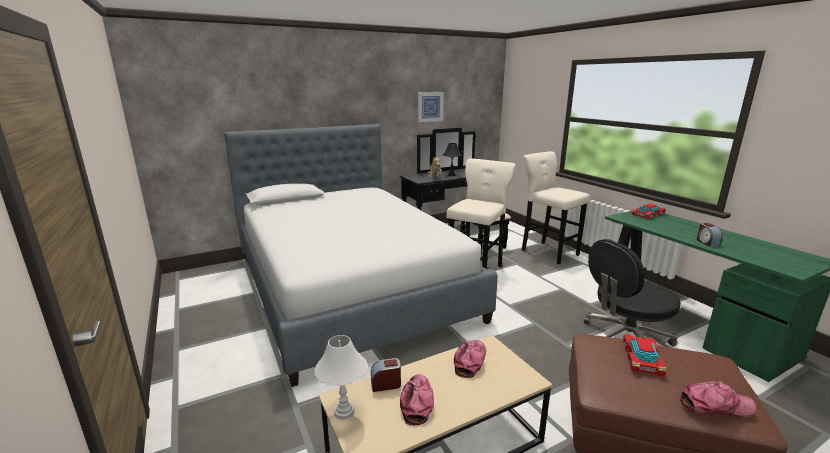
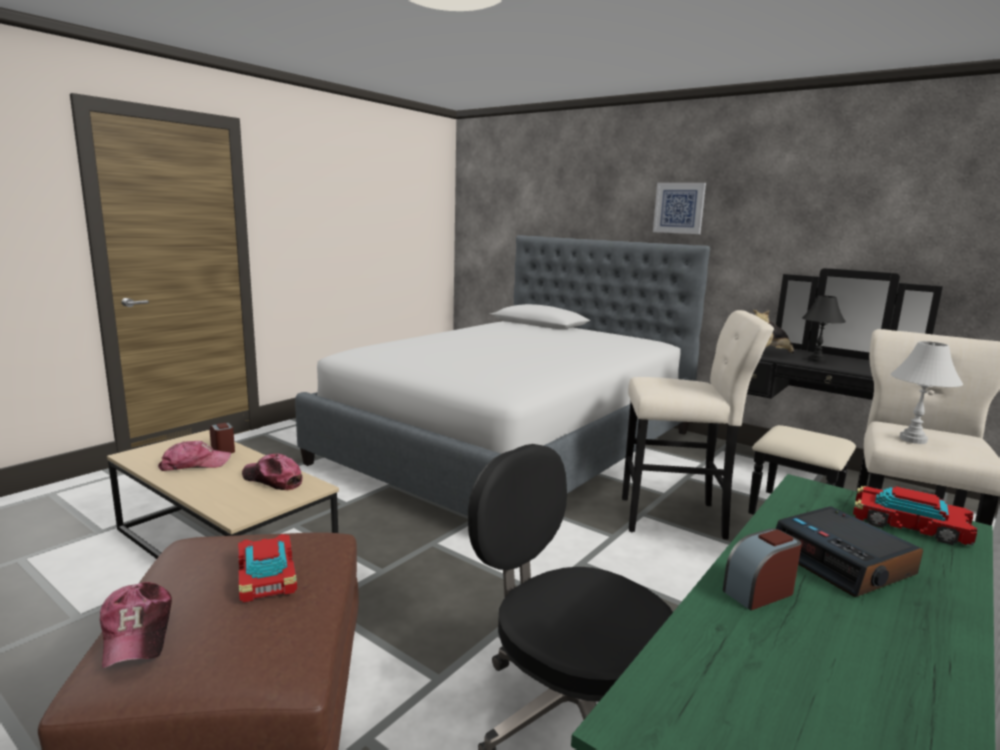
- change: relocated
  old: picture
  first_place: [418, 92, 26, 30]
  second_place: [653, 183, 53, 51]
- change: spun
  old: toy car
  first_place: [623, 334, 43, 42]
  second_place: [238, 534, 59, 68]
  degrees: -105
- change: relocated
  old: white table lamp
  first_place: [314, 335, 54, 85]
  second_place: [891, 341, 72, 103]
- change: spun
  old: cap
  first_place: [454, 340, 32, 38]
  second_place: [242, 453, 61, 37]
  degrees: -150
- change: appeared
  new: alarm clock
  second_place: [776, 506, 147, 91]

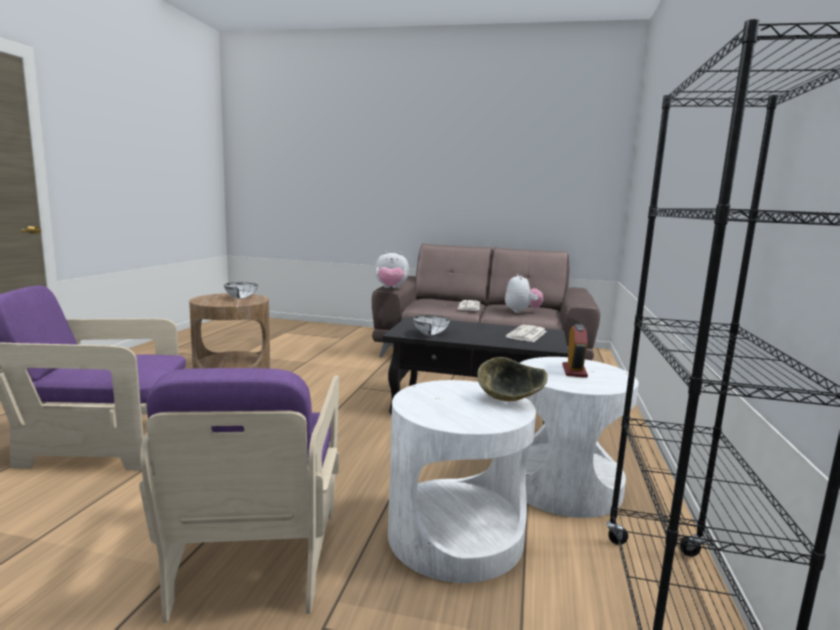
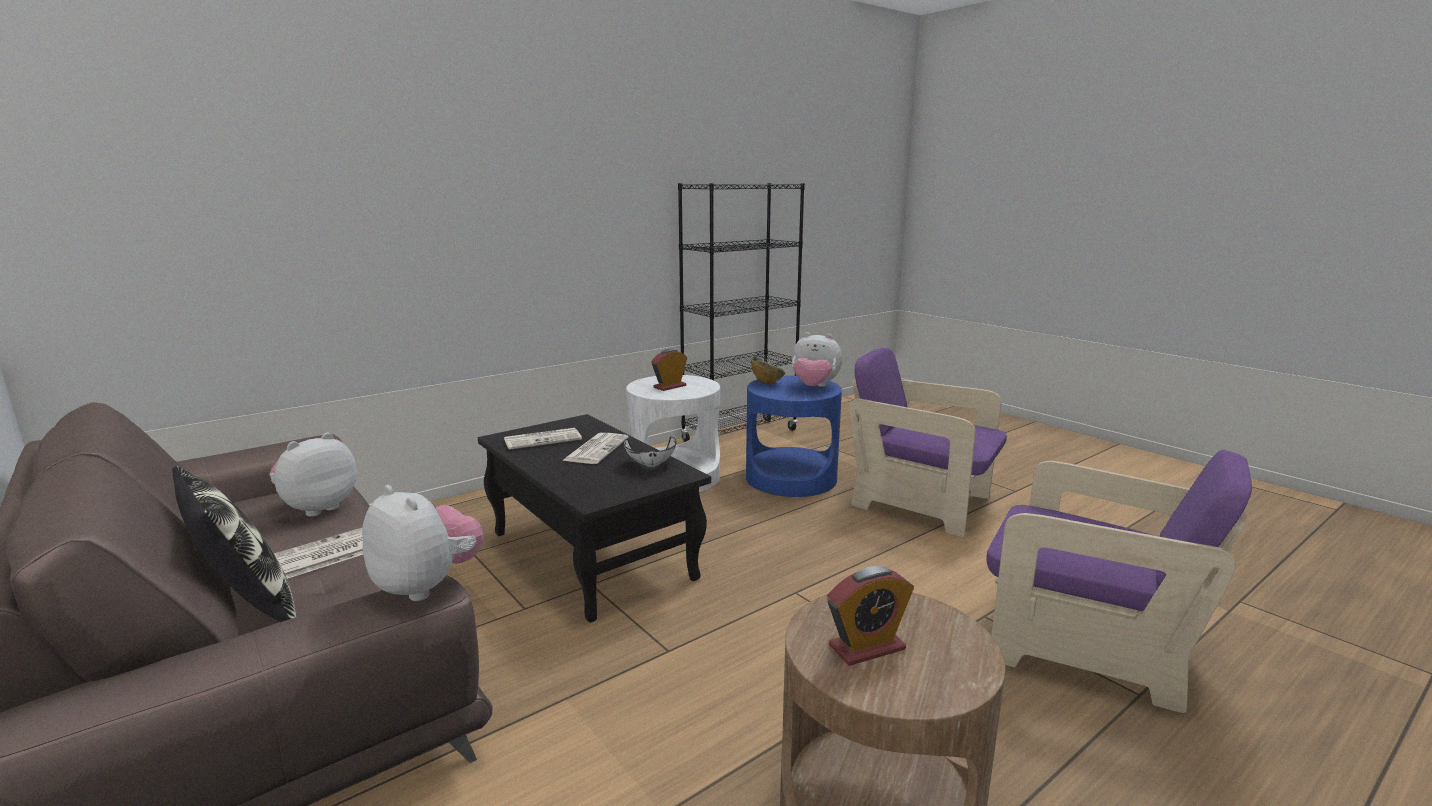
- change: exchanged
  old: white bowl
  new: alarm clock
  first_place: [224, 283, 34, 16]
  second_place: [827, 566, 87, 100]
- change: spun
  old: purple armchair
  first_place: [139, 368, 200, 255]
  second_place: [849, 348, 158, 189]
  degrees: -90
- change: colour
  old: white side table
  new: blue side table
  first_place: [388, 380, 148, 203]
  second_place: [746, 376, 96, 121]
- change: appeared
  new: plush toy
  second_place: [792, 332, 50, 55]
- change: appeared
  new: newspaper
  second_place: [562, 433, 67, 31]
- change: appeared
  new: pillow
  second_place: [172, 466, 124, 156]

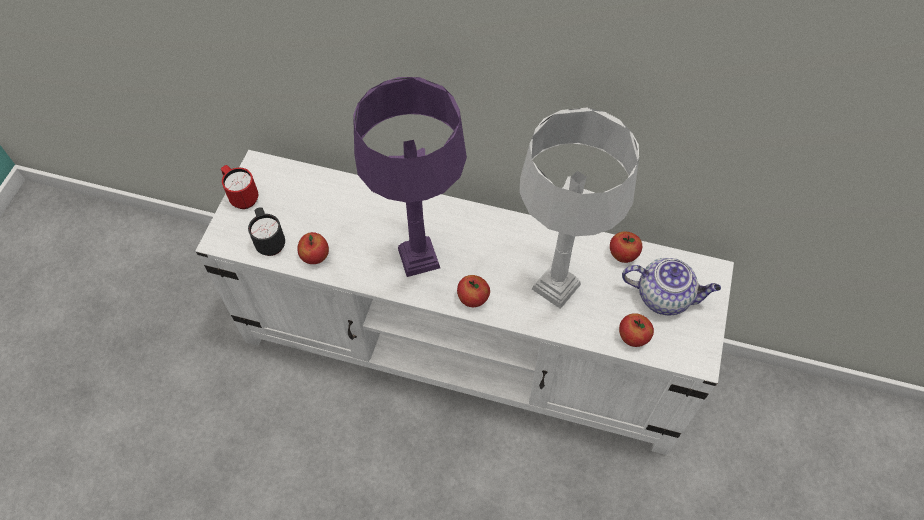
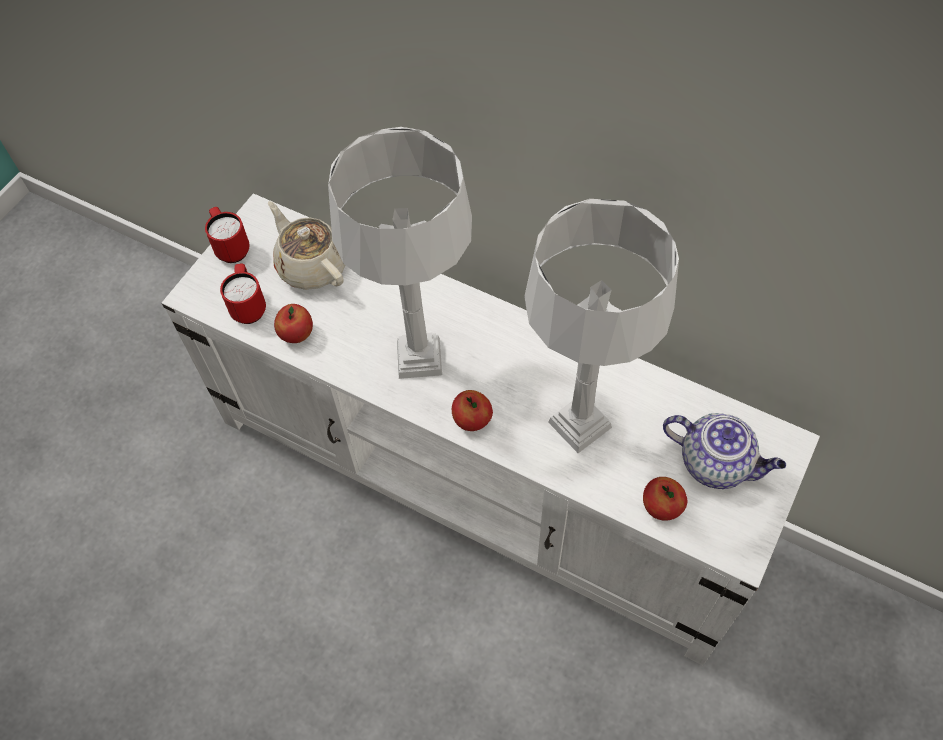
- change: colour
  old: purple table lamp
  new: grey table lamp
  first_place: [353, 77, 114, 200]
  second_place: [328, 127, 144, 252]
- change: colour
  old: black mug
  new: red mug
  first_place: [248, 207, 37, 49]
  second_place: [220, 264, 46, 60]
- change: missing
  old: apple
  first_place: [610, 231, 32, 32]
- change: appeared
  new: beige teapot
  second_place: [268, 201, 77, 89]

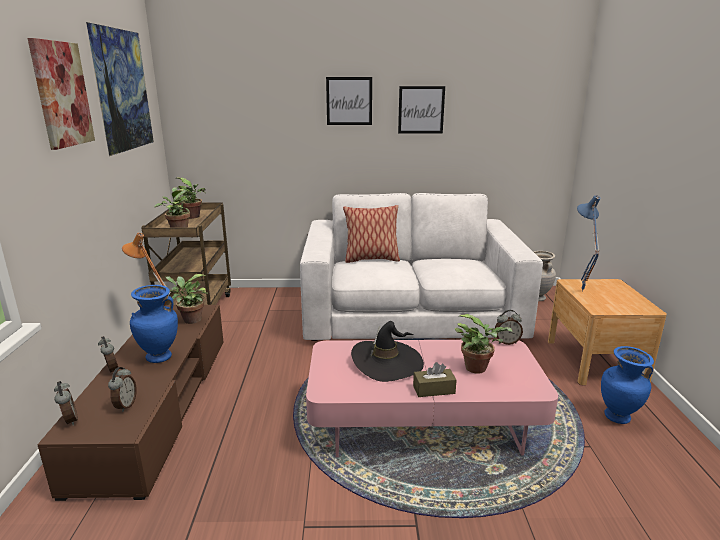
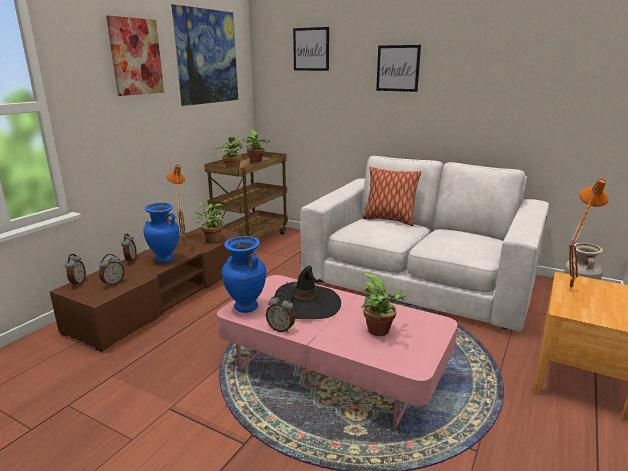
- change: relocated
  old: picture
  first_place: [398, 86, 47, 47]
  second_place: [293, 27, 36, 44]
- change: colour
  old: blue table lamp
  new: orange table lamp
  first_place: [577, 195, 23, 97]
  second_place: [568, 178, 41, 112]
- change: relocated
  old: alarm clock
  first_place: [495, 310, 28, 35]
  second_place: [266, 294, 29, 38]
- change: relocated
  old: blue vase
  first_place: [601, 346, 53, 78]
  second_place: [222, 236, 44, 77]
- change: missing
  old: brown tissue box
  first_place: [413, 362, 44, 35]

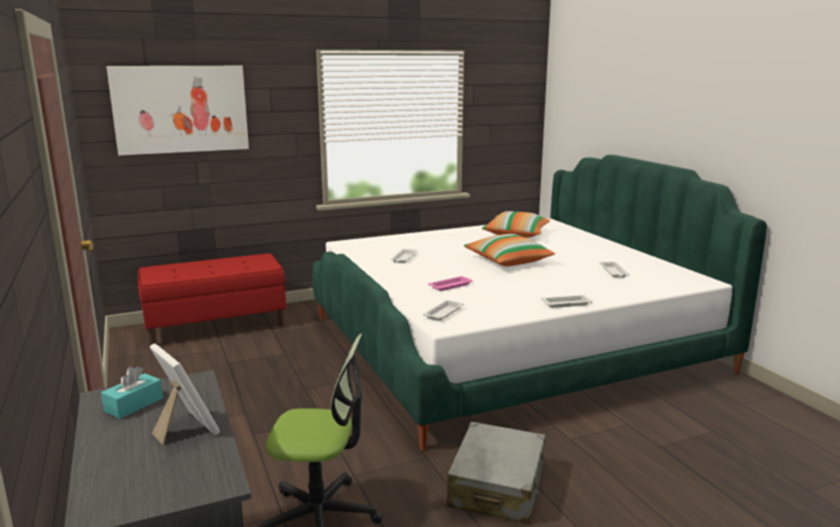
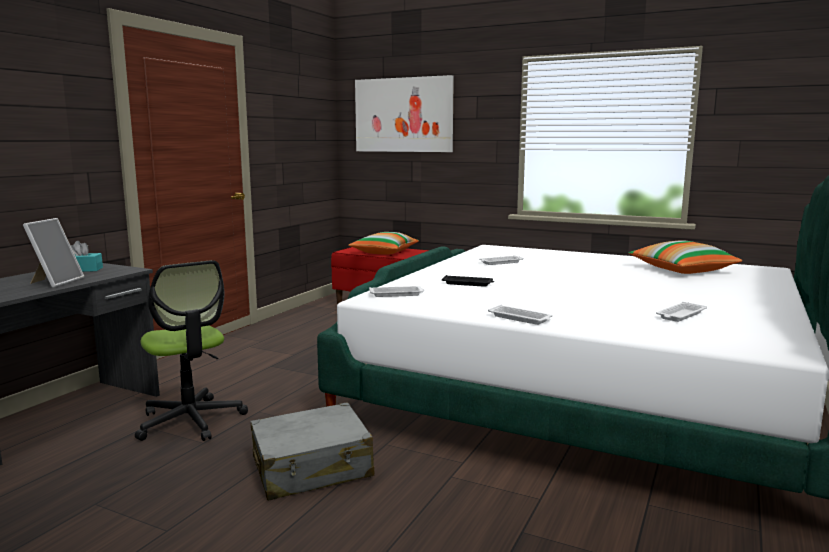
- change: relocated
  old: pillow
  first_place: [464, 234, 91, 32]
  second_place: [348, 232, 71, 23]
- change: colour
  old: pink tray
  new: black tray
  first_place: [428, 276, 45, 15]
  second_place: [442, 275, 52, 12]

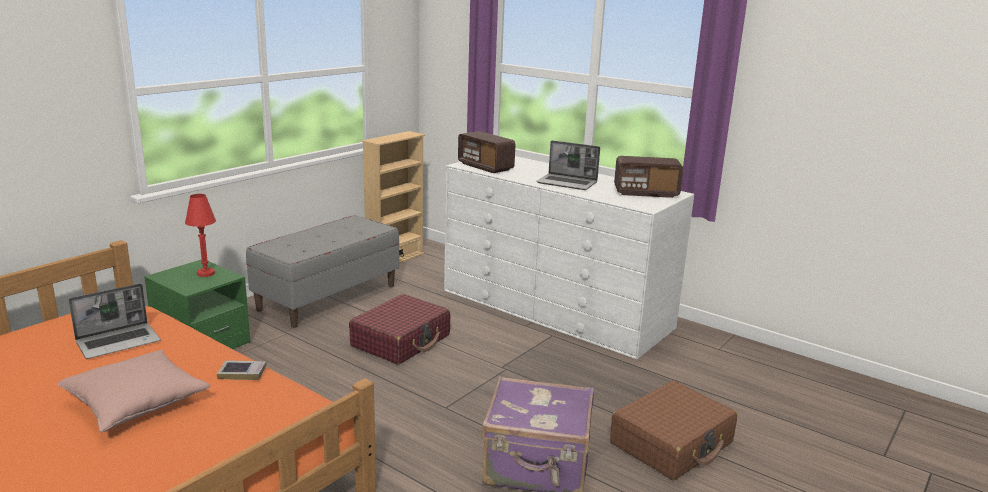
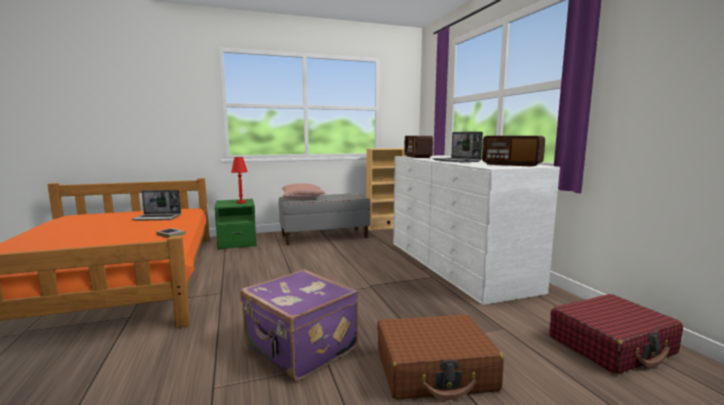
- change: relocated
  old: red suitcase
  first_place: [349, 294, 101, 71]
  second_place: [549, 294, 134, 80]
- change: relocated
  old: pink pillow
  first_place: [57, 350, 153, 82]
  second_place: [282, 183, 43, 16]

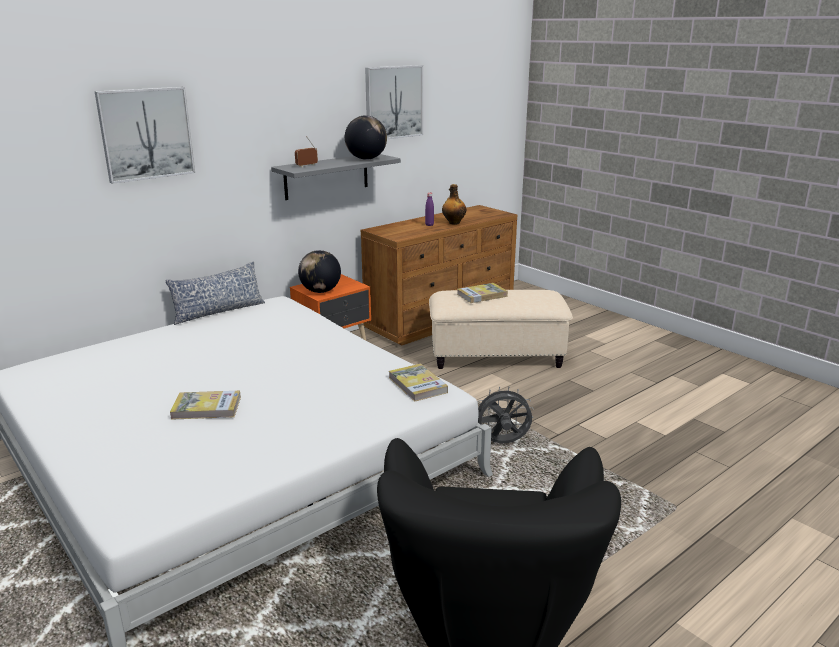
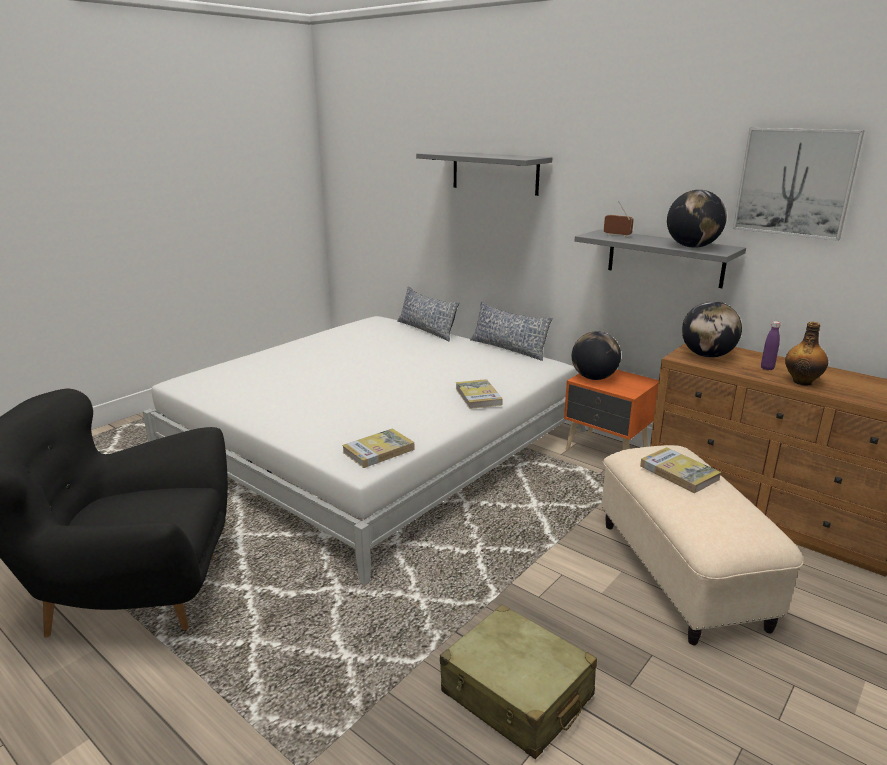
- change: exchanged
  old: picture
  new: grey shelf
  first_place: [94, 87, 101, 97]
  second_place: [416, 151, 136, 45]
- change: missing
  old: grey fan
  first_place: [477, 386, 57, 57]
- change: relocated
  old: book
  first_place: [170, 391, 71, 29]
  second_place: [456, 379, 47, 30]
- change: appeared
  new: pillow
  second_place: [397, 287, 62, 54]
- change: appeared
  new: globe
  second_place: [682, 301, 60, 57]
- change: appeared
  new: beige suitcase
  second_place: [440, 604, 157, 155]

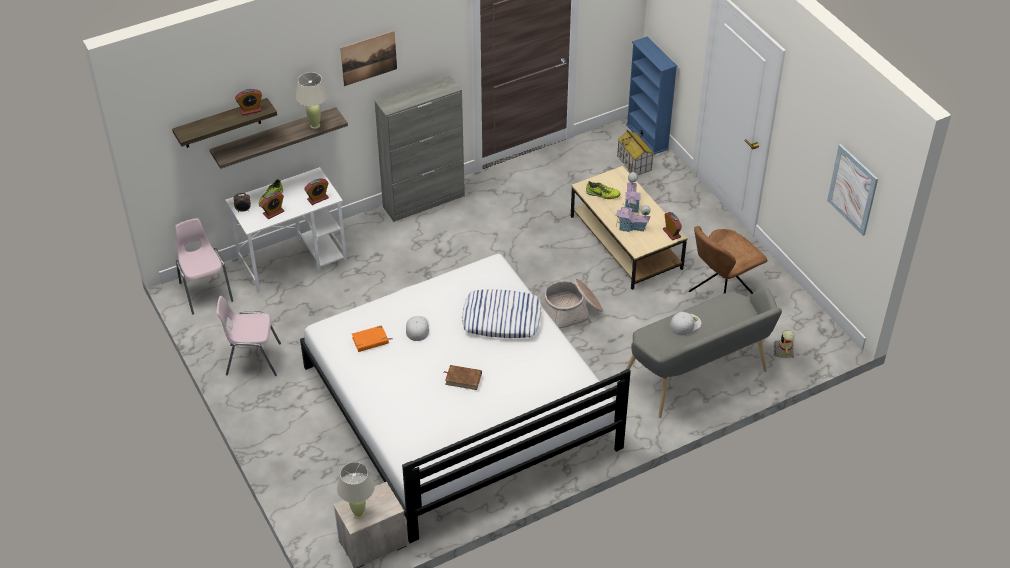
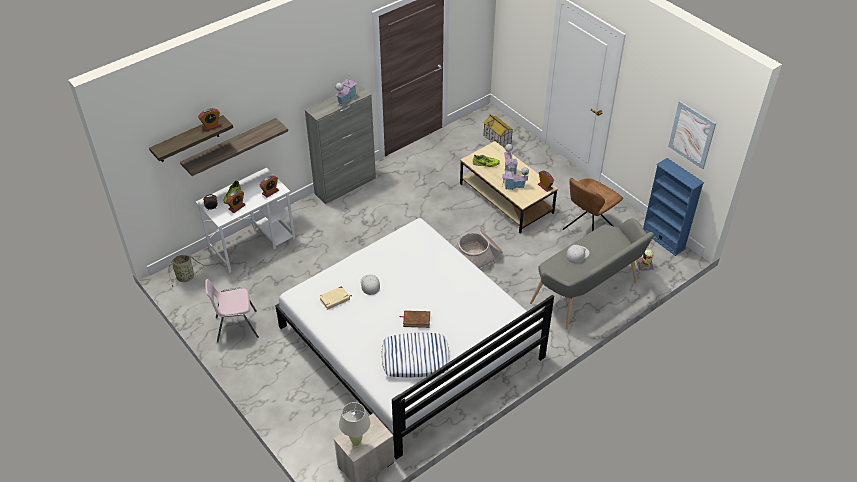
- change: missing
  old: picture
  first_place: [340, 31, 57, 55]
- change: relocated
  old: blue bookcase
  first_place: [626, 36, 51, 119]
  second_place: [643, 158, 61, 98]
- change: missing
  old: beige table lamp
  first_place: [295, 72, 33, 57]
- change: exchanged
  old: pink chair
  new: basket
  first_place: [175, 218, 58, 96]
  second_place: [167, 255, 42, 32]
- change: relocated
  old: pillow
  first_place: [462, 289, 80, 49]
  second_place: [382, 333, 68, 45]
- change: colour
  old: orange book
  new: beige book
  first_place: [352, 325, 40, 27]
  second_place: [319, 286, 33, 24]
- change: appeared
  new: toy house
  second_place: [335, 75, 22, 30]

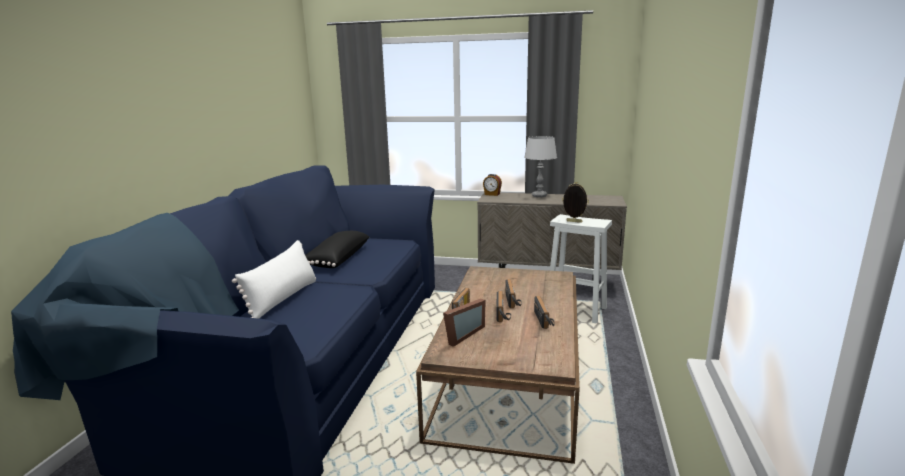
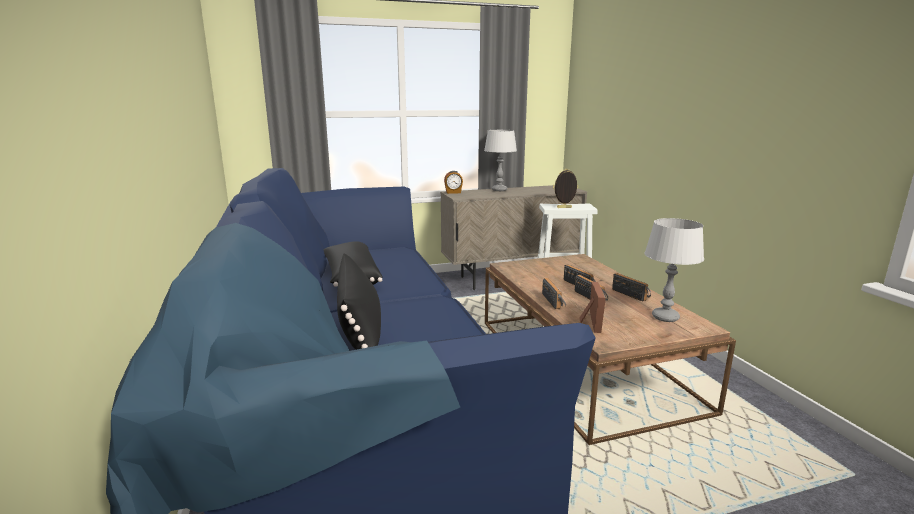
- change: colour
  old: white pillow
  new: black pillow
  first_place: [232, 240, 84, 79]
  second_place: [337, 253, 44, 97]
- change: appeared
  new: grey table lamp
  second_place: [644, 218, 60, 104]

